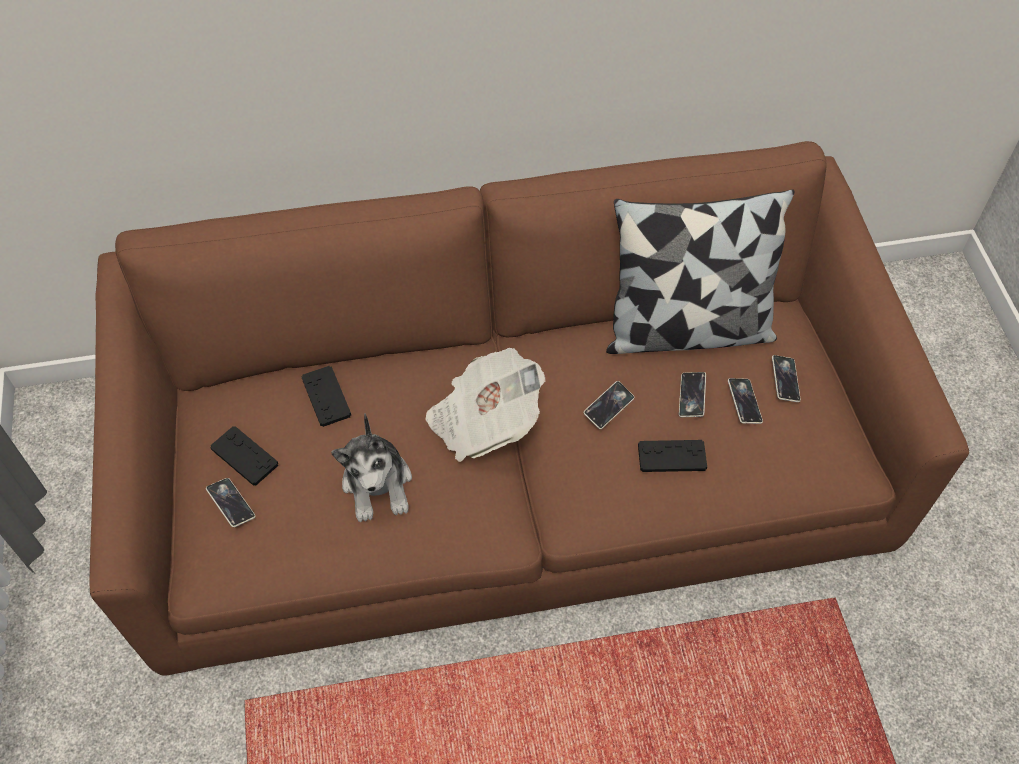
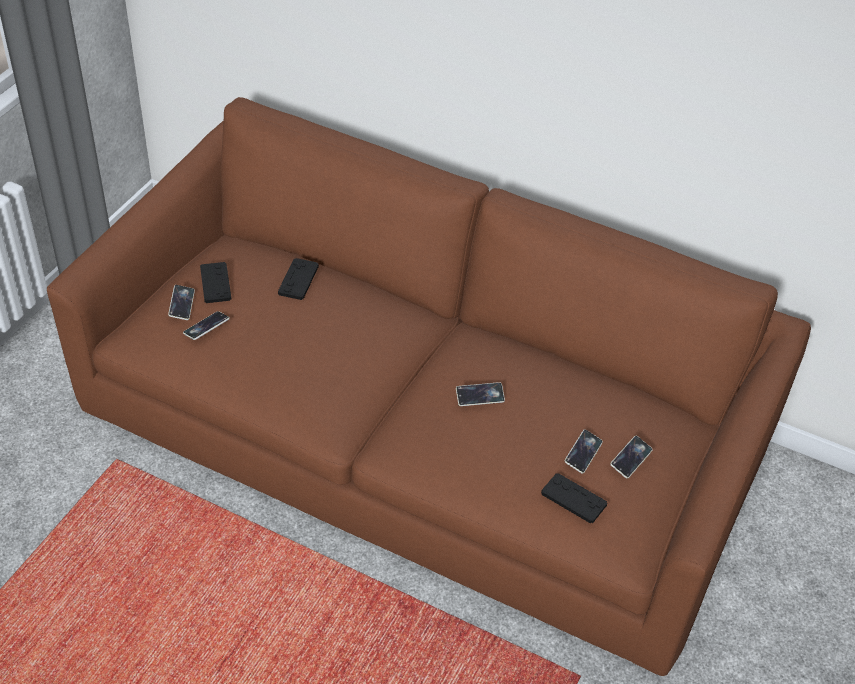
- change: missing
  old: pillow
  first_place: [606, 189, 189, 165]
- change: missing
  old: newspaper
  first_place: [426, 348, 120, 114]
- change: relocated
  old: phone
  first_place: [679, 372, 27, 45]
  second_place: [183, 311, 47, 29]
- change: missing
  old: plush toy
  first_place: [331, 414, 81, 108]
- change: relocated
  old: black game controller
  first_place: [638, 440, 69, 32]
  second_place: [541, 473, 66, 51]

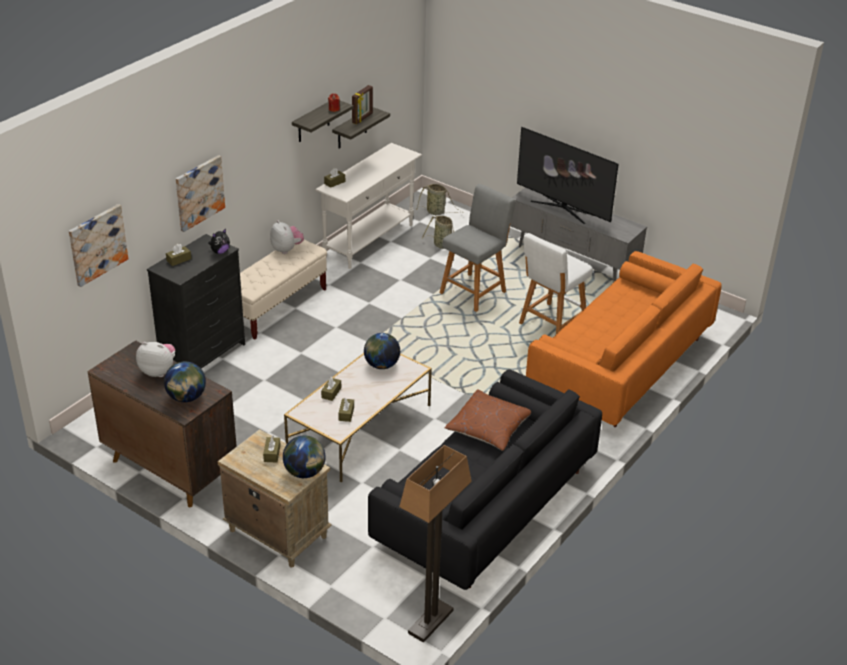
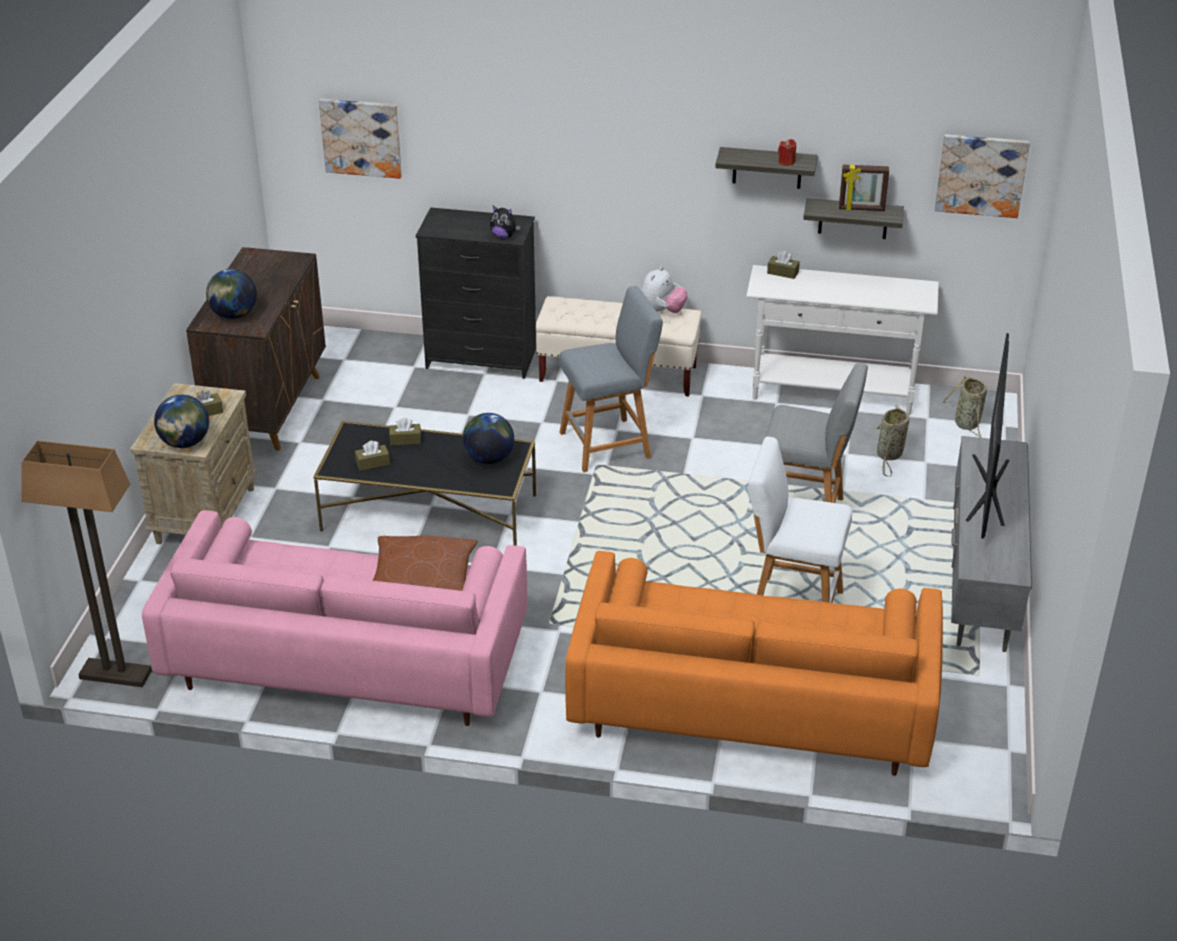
- change: relocated
  old: picture
  first_place: [176, 155, 49, 77]
  second_place: [935, 134, 95, 84]
- change: missing
  old: brown tissue box
  first_place: [166, 244, 25, 22]
- change: missing
  old: plush toy
  first_place: [136, 342, 39, 35]
- change: colour
  old: white coffee table
  new: black coffee table
  first_place: [284, 353, 148, 130]
  second_place: [314, 421, 222, 125]
- change: colour
  old: black sofa
  new: pink sofa
  first_place: [368, 370, 234, 220]
  second_place: [142, 510, 385, 216]
- change: appeared
  new: grey stool
  second_place: [559, 286, 104, 186]

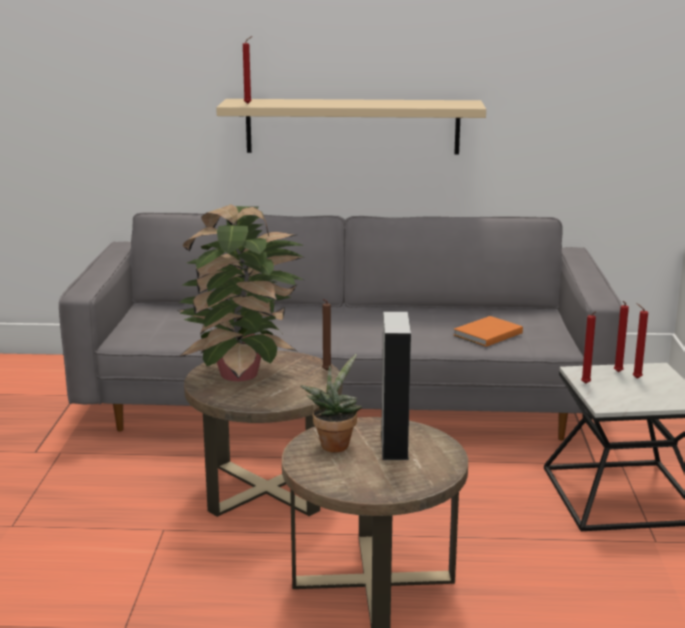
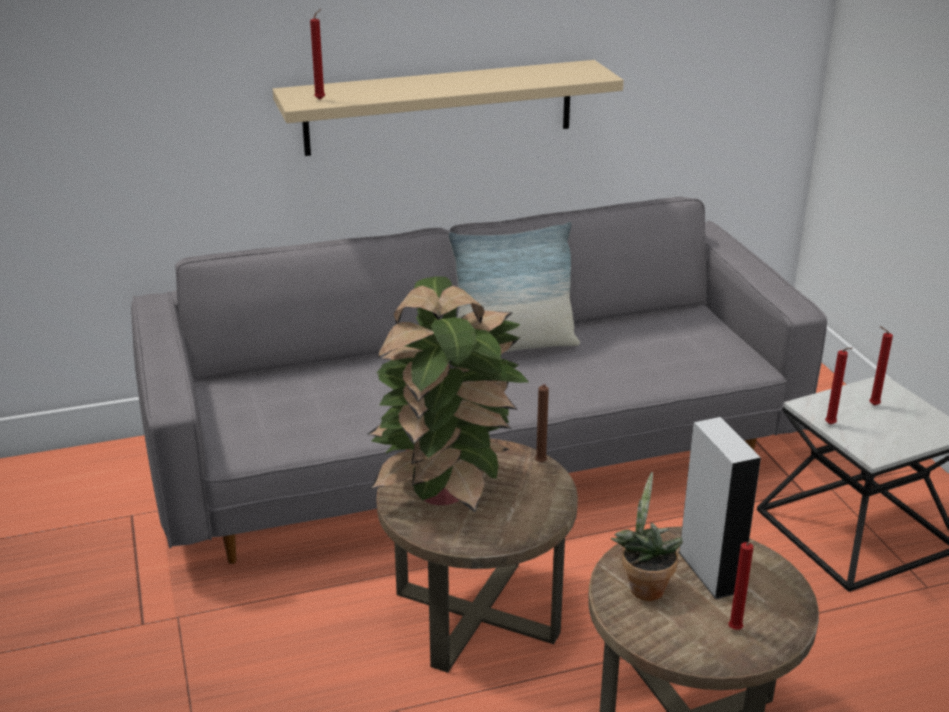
- change: relocated
  old: red candle
  first_place: [614, 301, 15, 71]
  second_place: [728, 542, 25, 88]
- change: missing
  old: orange book
  first_place: [454, 316, 69, 31]
- change: appeared
  new: pillow
  second_place: [448, 222, 132, 130]

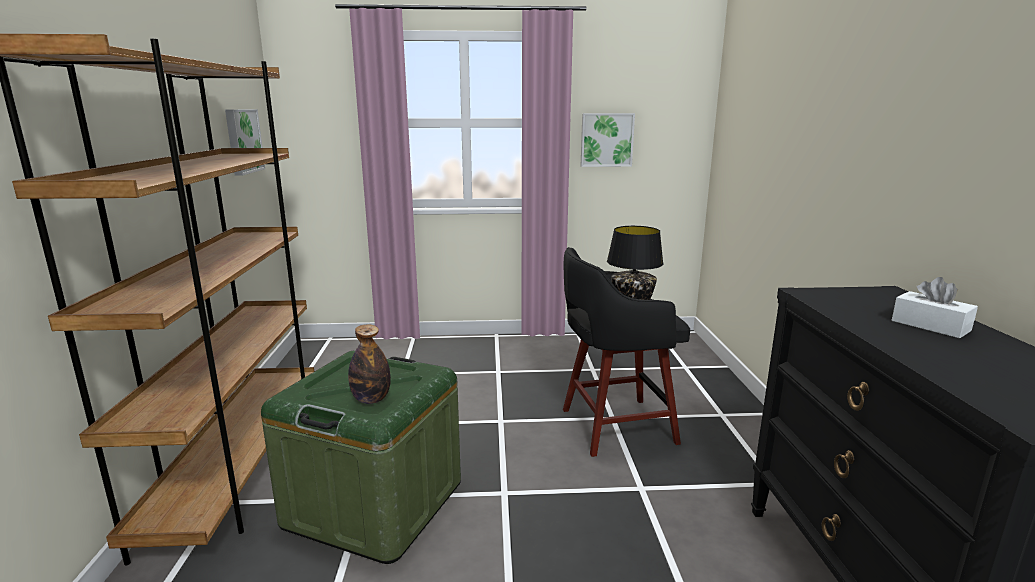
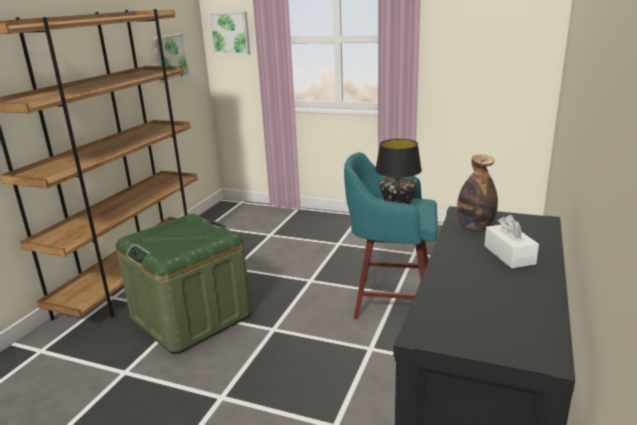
- change: relocated
  old: picture
  first_place: [581, 113, 54, 54]
  second_place: [209, 12, 41, 43]
- change: colour
  old: black stool
  new: turquoise stool
  first_place: [563, 247, 127, 210]
  second_place: [344, 152, 94, 167]
- change: relocated
  old: bottle
  first_place: [348, 324, 43, 80]
  second_place: [457, 155, 41, 76]

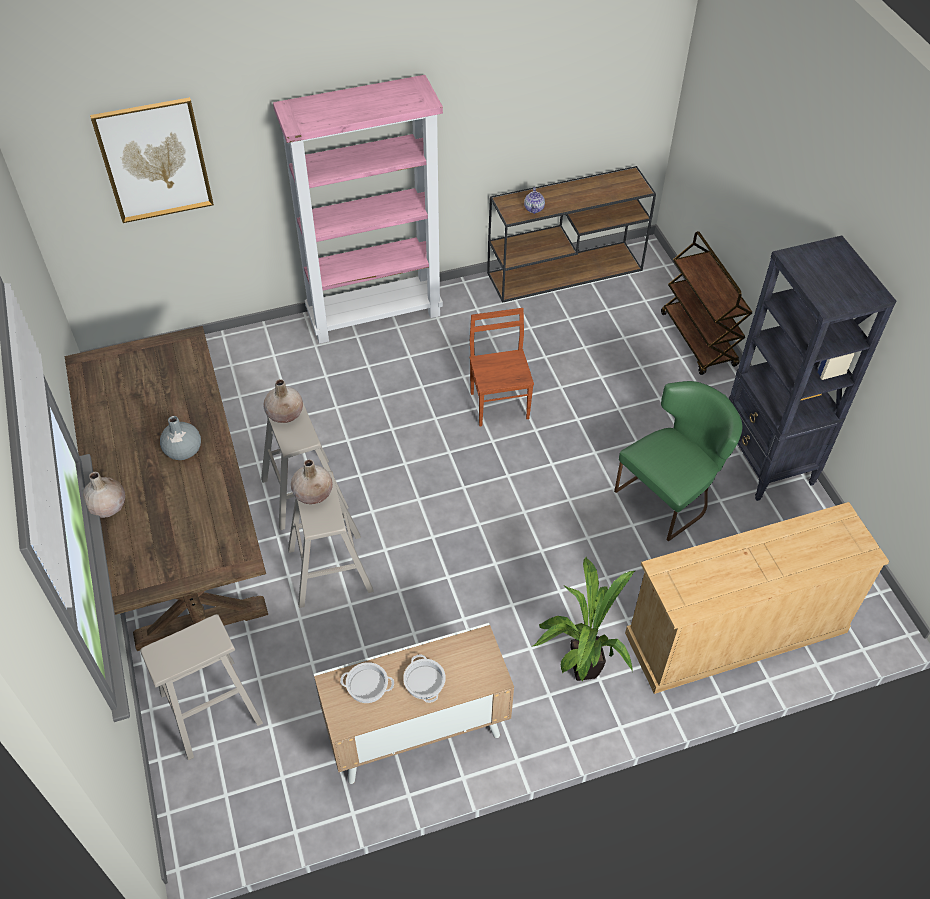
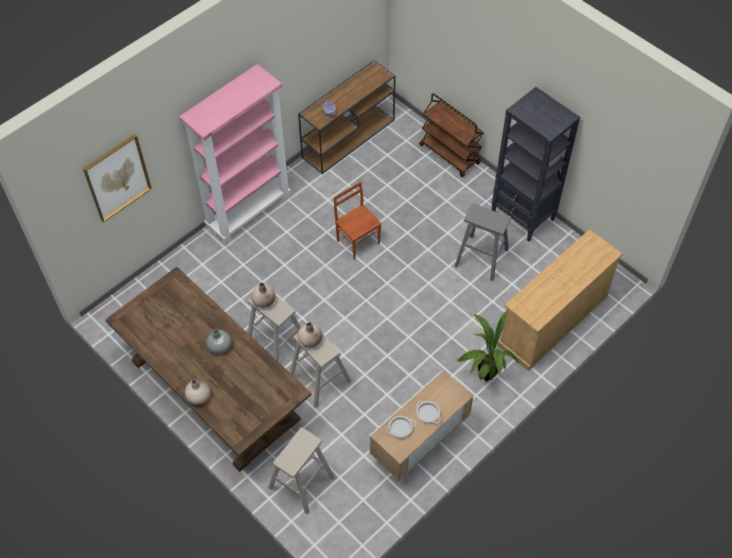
- change: exchanged
  old: green chair
  new: grey stool
  first_place: [614, 381, 128, 160]
  second_place: [455, 203, 56, 78]

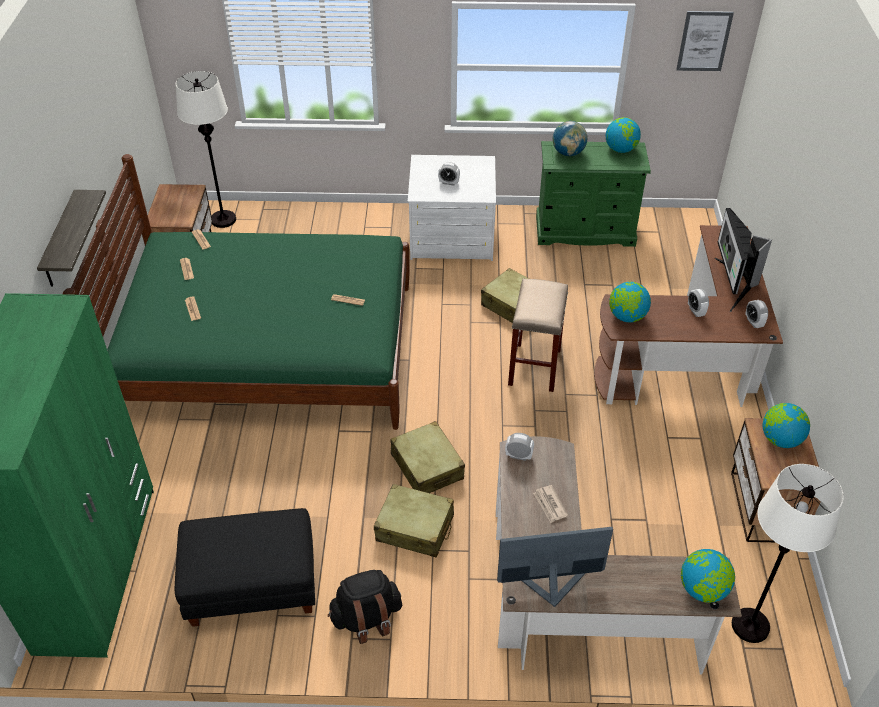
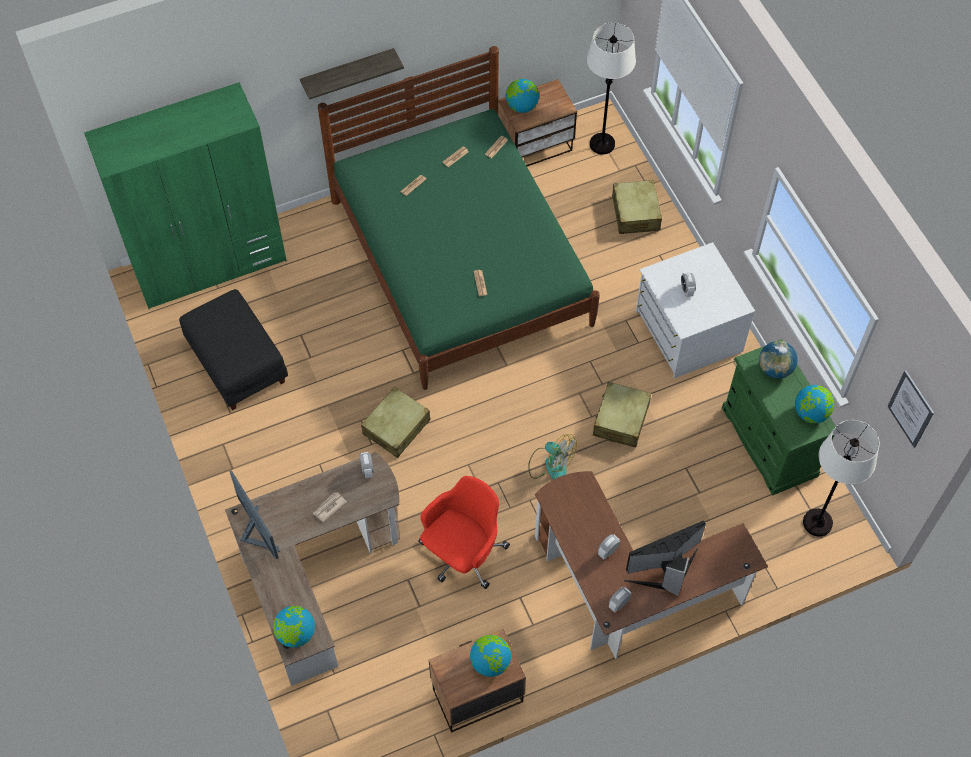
- change: exchanged
  old: beige stool
  new: fan
  first_place: [508, 279, 60, 113]
  second_place: [528, 434, 49, 45]
- change: relocated
  old: globe
  first_place: [609, 282, 42, 40]
  second_place: [506, 79, 33, 34]
- change: relocated
  old: white floor lamp
  first_place: [732, 464, 112, 179]
  second_place: [803, 420, 77, 116]
- change: relocated
  old: beige suitcase
  first_place: [374, 484, 80, 73]
  second_place: [612, 180, 50, 54]
- change: missing
  old: black backpack
  first_place: [328, 570, 74, 74]
- change: appeared
  new: red office chair
  second_place: [418, 476, 92, 113]

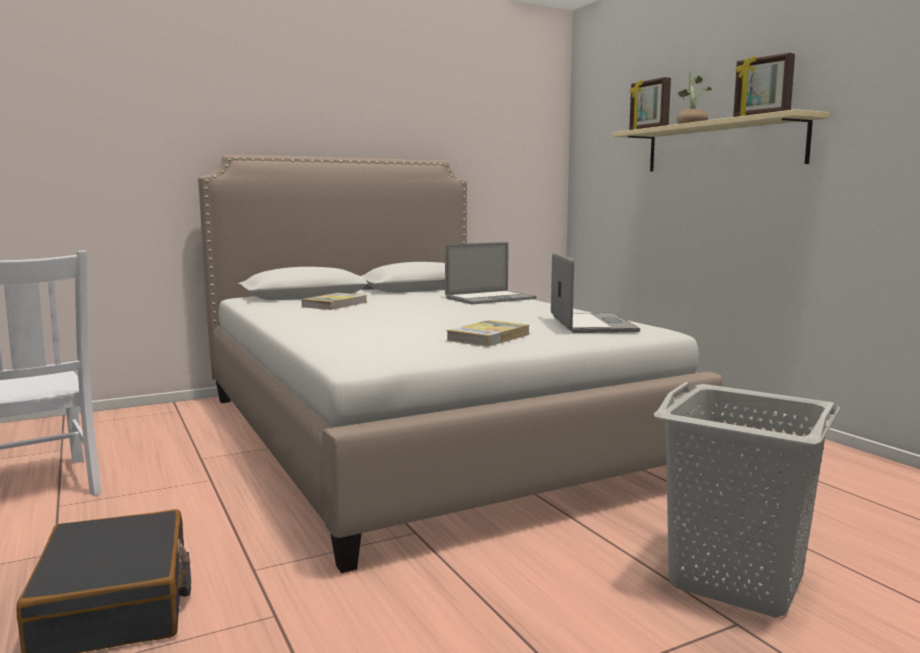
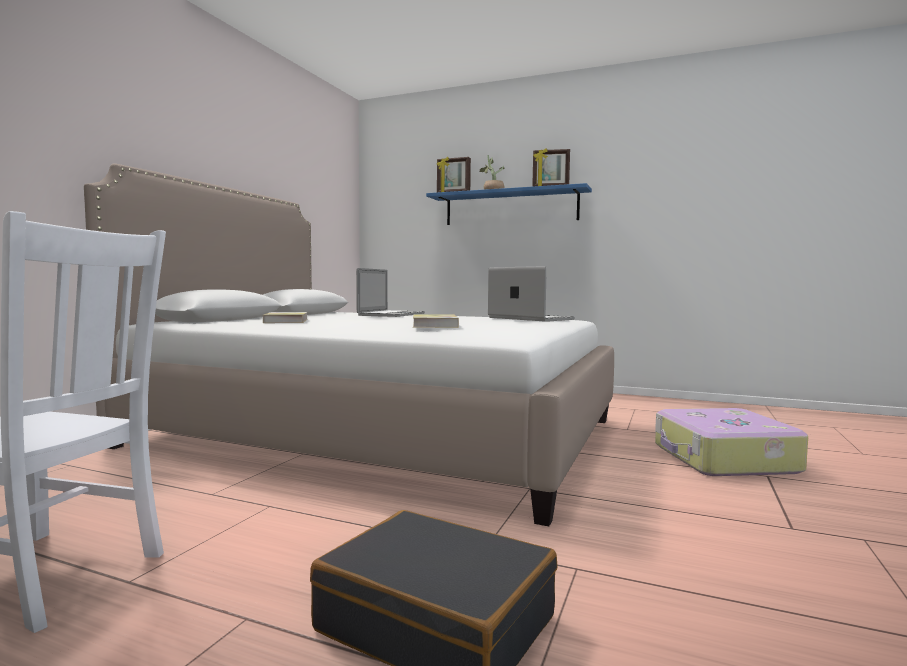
- change: colour
  old: beige shelf
  new: blue shelf
  first_place: [612, 109, 218, 63]
  second_place: [426, 183, 166, 42]
- change: relocated
  old: book
  first_place: [446, 320, 83, 27]
  second_place: [413, 314, 46, 14]
- change: exchanged
  old: grey laundry basket
  new: suitcase
  first_place: [654, 382, 186, 236]
  second_place: [655, 408, 153, 68]

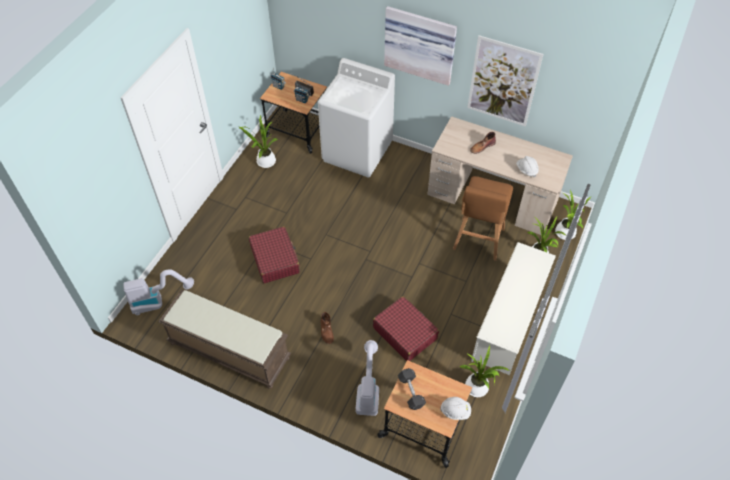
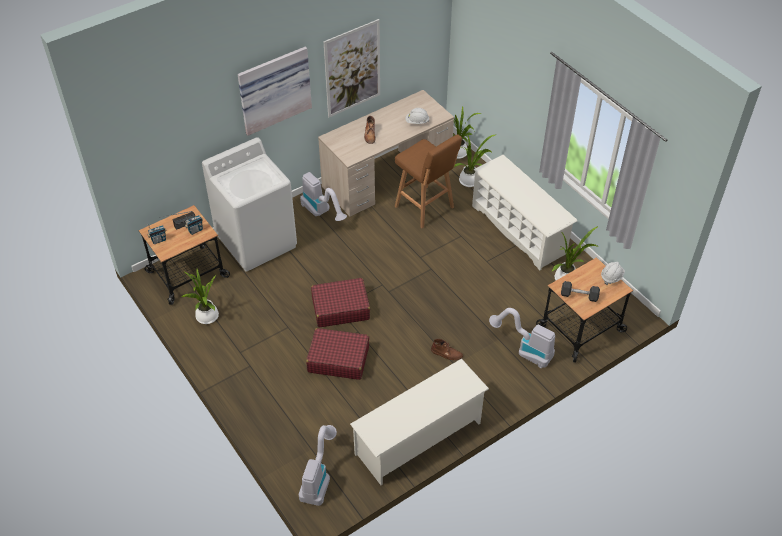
- change: exchanged
  old: brown bench
  new: white shoe rack
  first_place: [158, 290, 133, 99]
  second_place: [350, 359, 139, 126]
- change: relocated
  old: red suitcase
  first_place: [373, 296, 66, 65]
  second_place: [311, 278, 59, 49]
- change: appeared
  new: vacuum cleaner
  second_place: [300, 172, 47, 49]

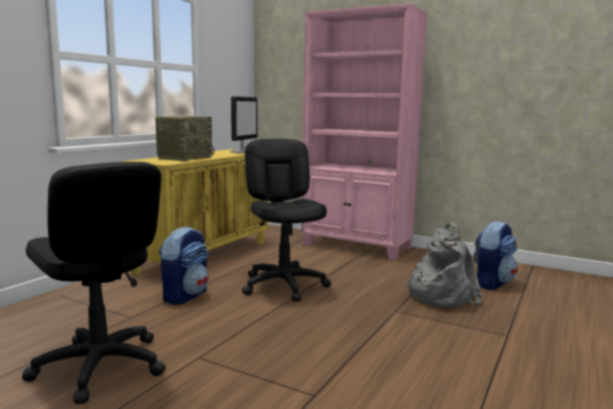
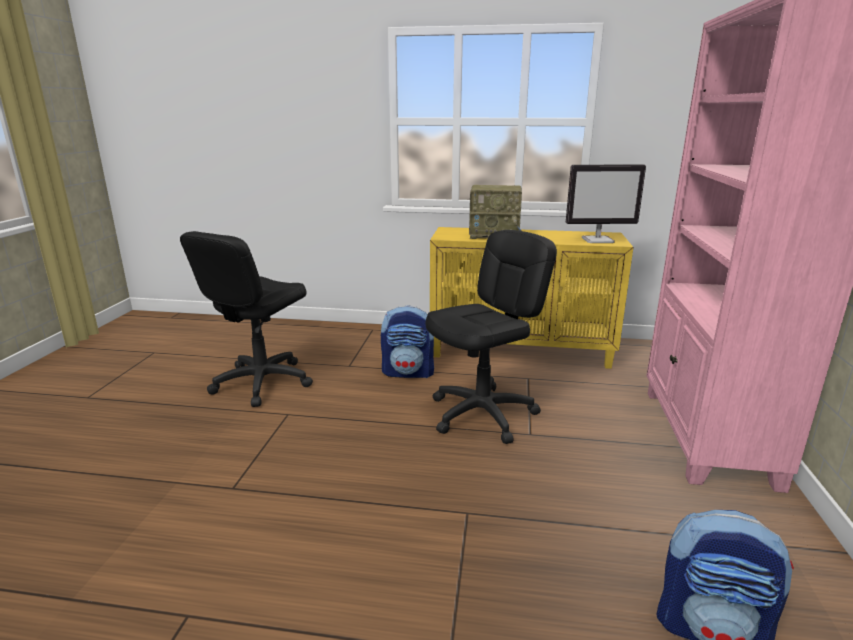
- change: missing
  old: grey backpack
  first_place: [405, 223, 77, 86]

